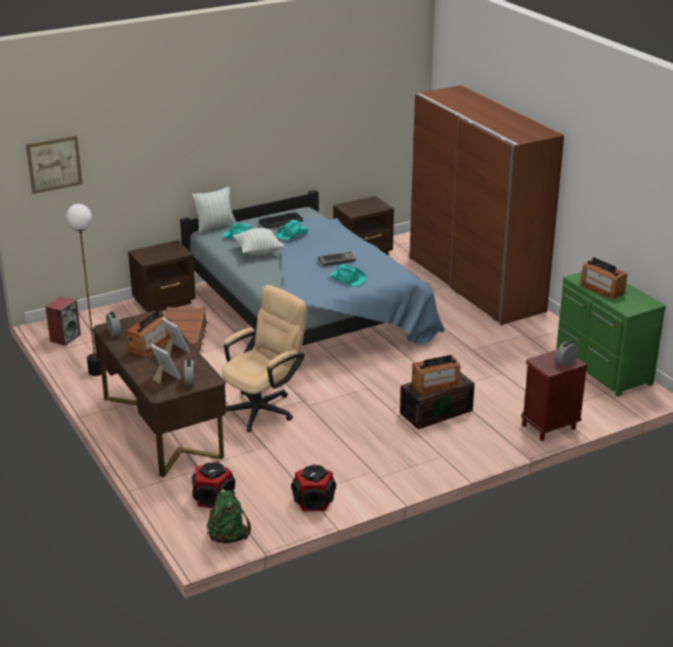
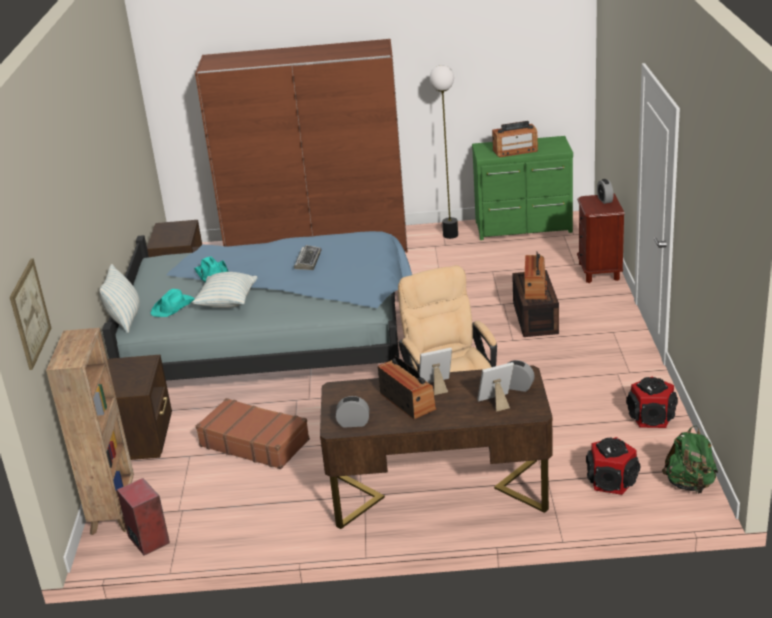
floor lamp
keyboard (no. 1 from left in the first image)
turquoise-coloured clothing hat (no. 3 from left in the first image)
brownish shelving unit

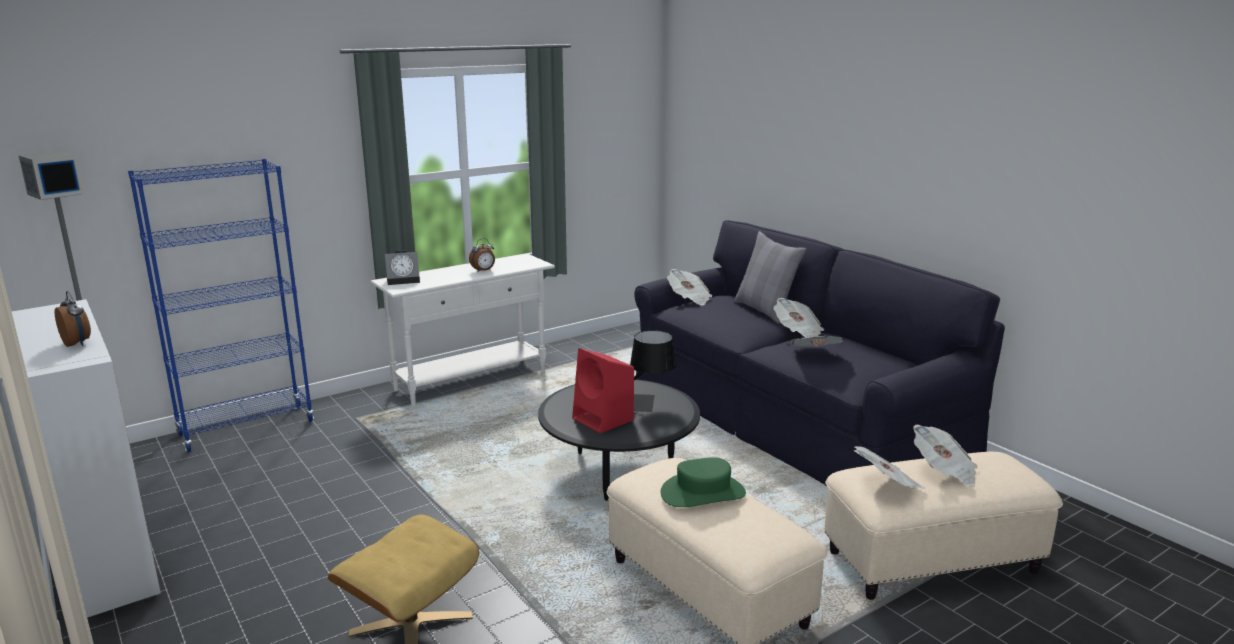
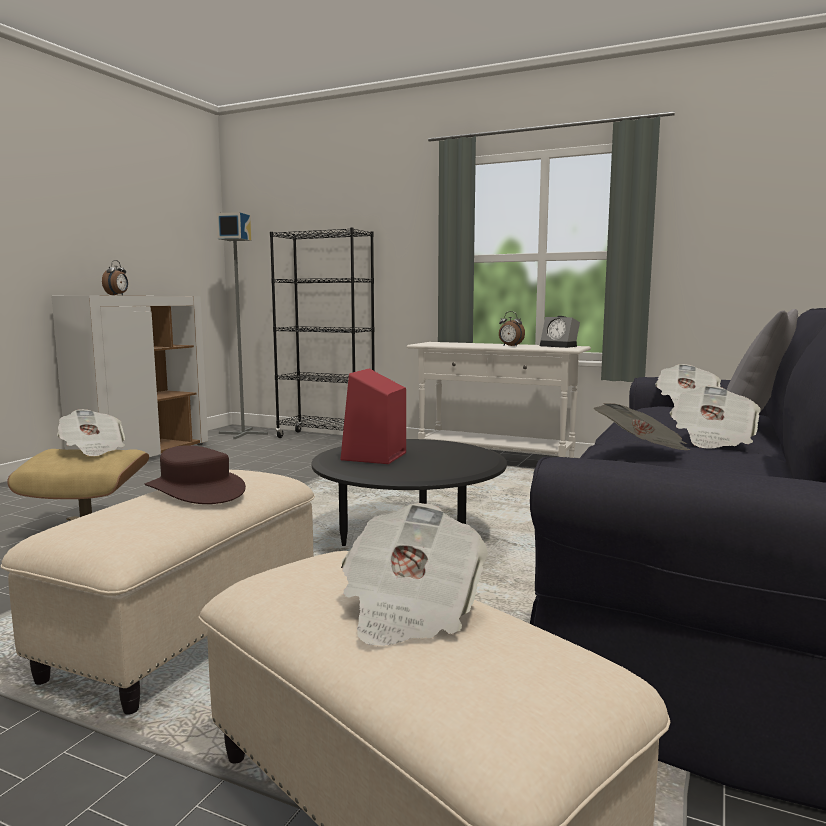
blackish shelving unit
bedside clock (no. 3 from left)
blackish lamp for a table
brownish clothing hat
newspaper (no. 1 from left)

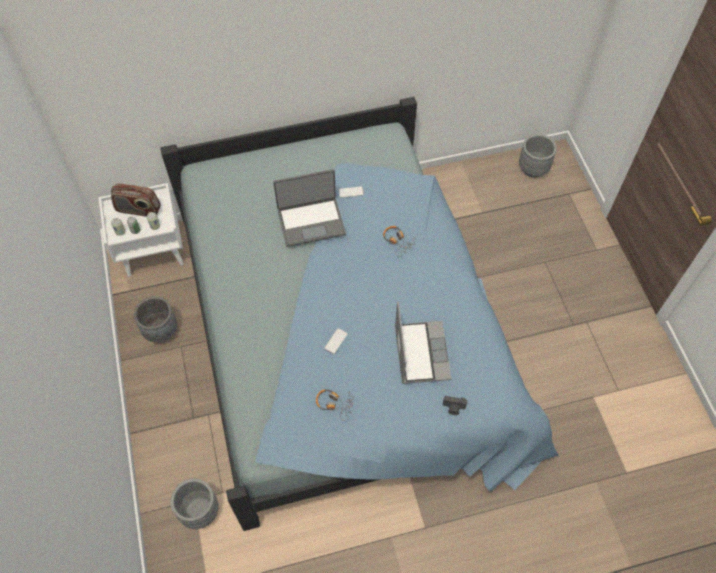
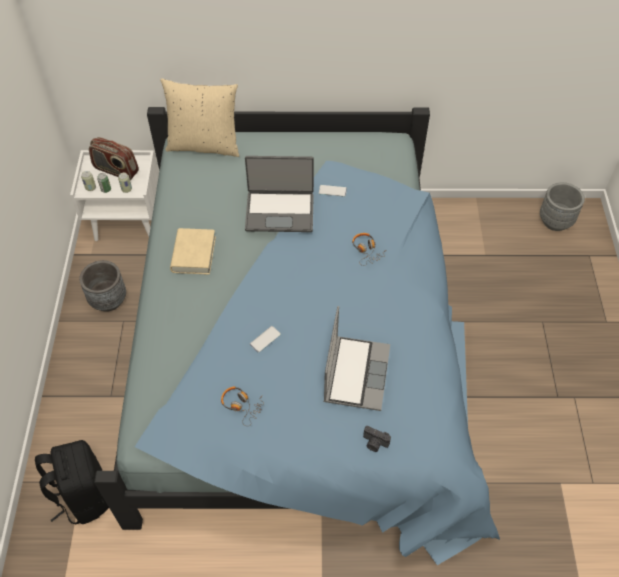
blackish rucksack
beige throw pillow
beige volume

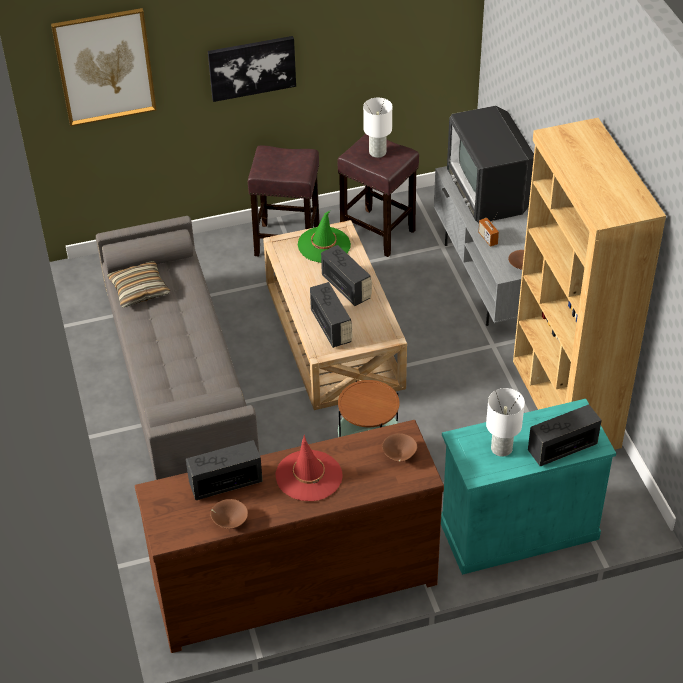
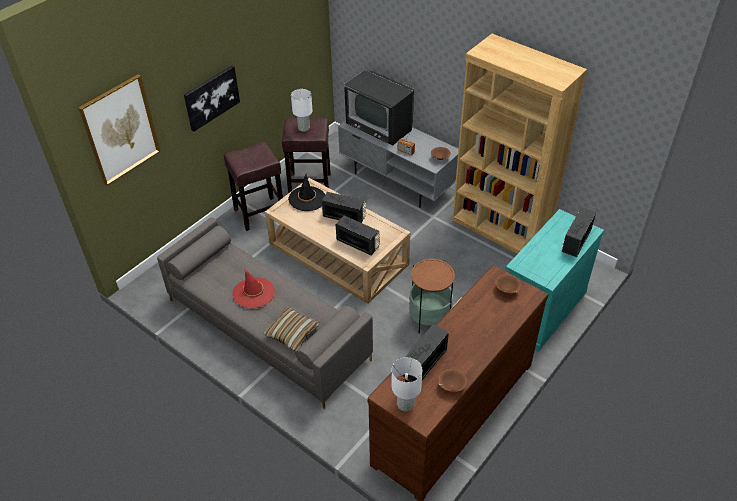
throw pillow
reddish clothing hat
blackish clothing hat
whitish lamp for a table (no. 2 from left)

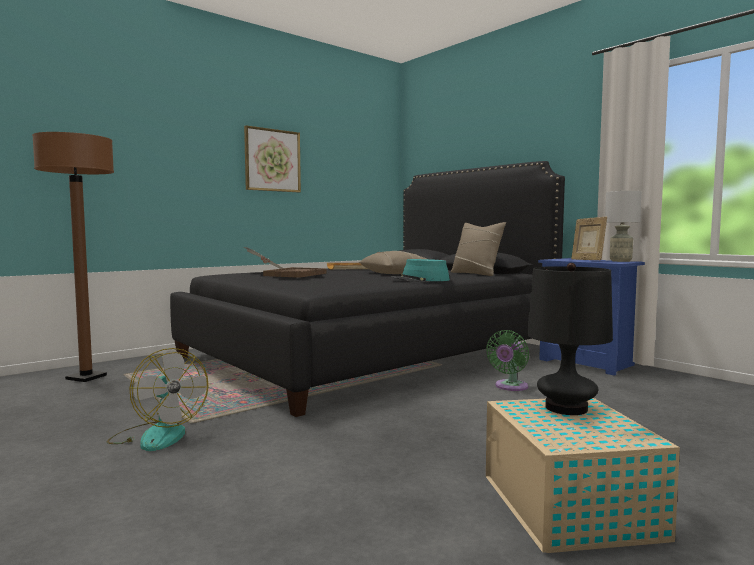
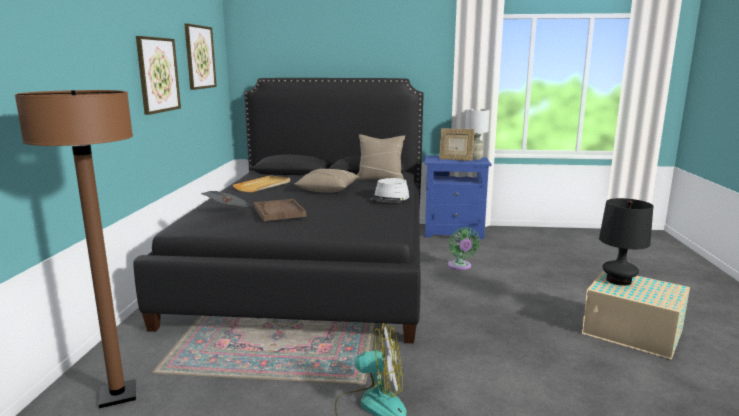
grey clothing hat
wall picture (no. 2 from left)

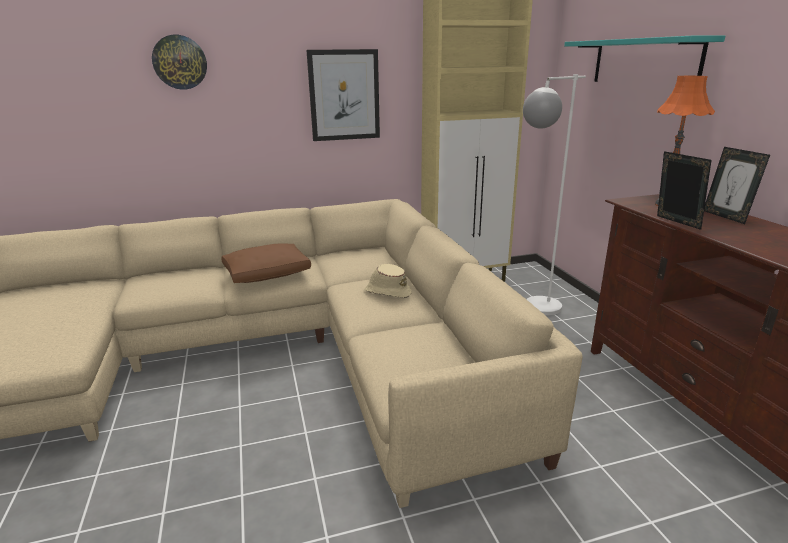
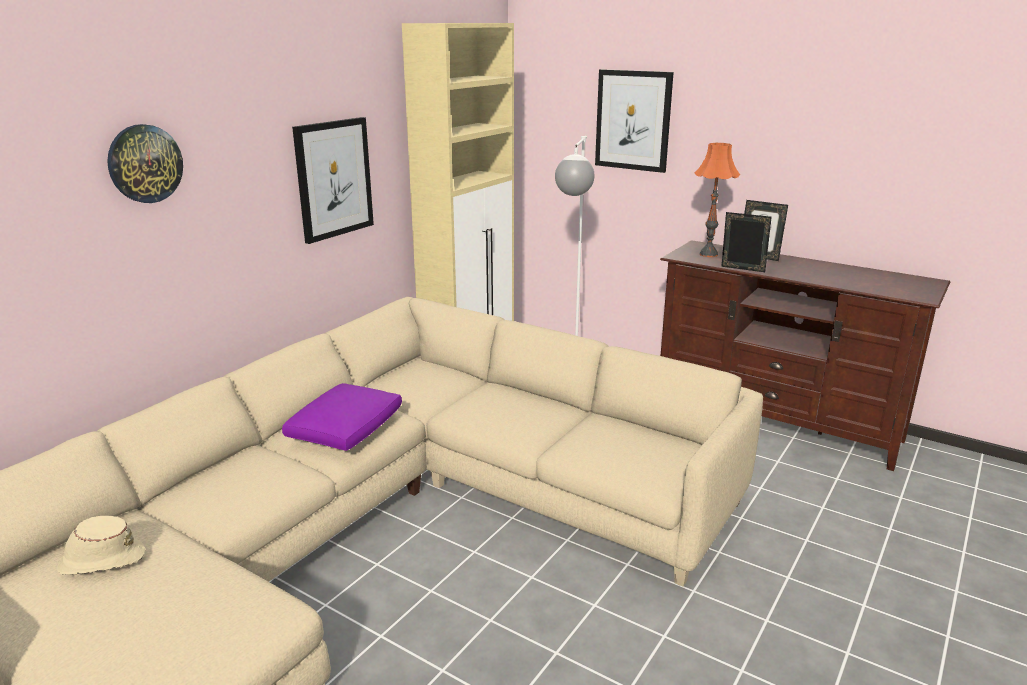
purple-coloured throw pillow
beige clothing hat
wall picture (no. 2 from left)

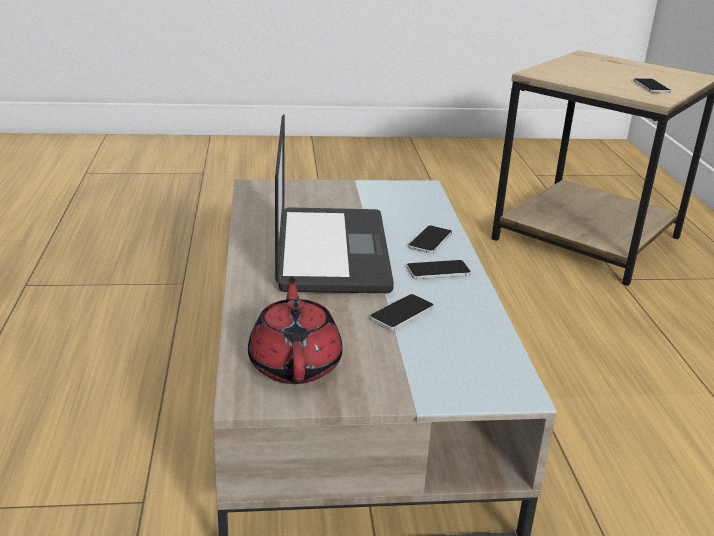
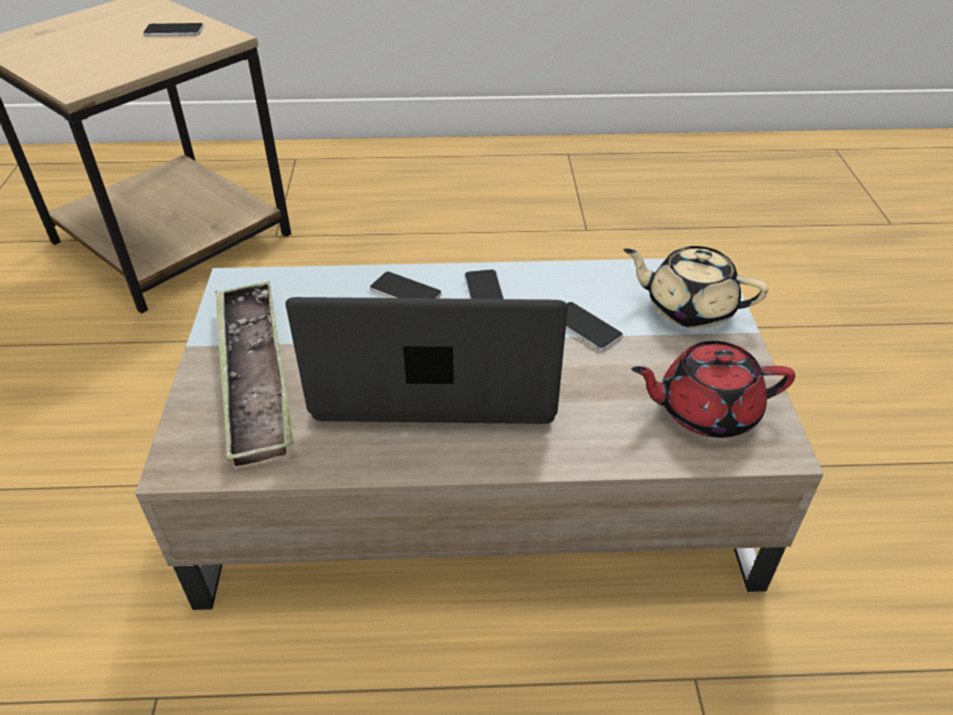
serving tray
beige pot for tea

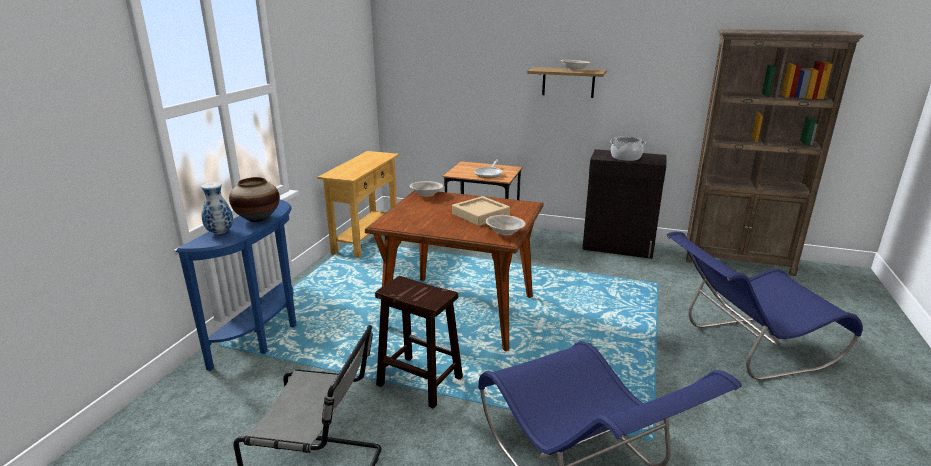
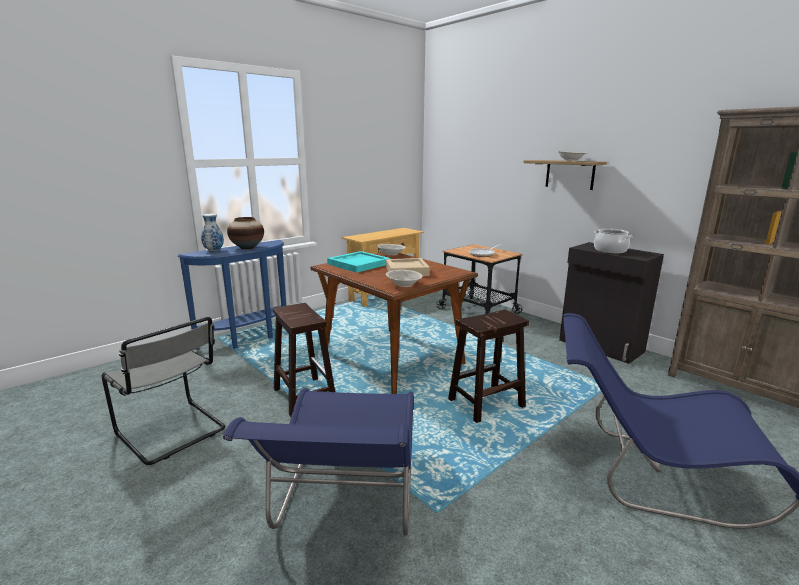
turquoise-coloured serving tray
brownish sitting stool (no. 2 from left)

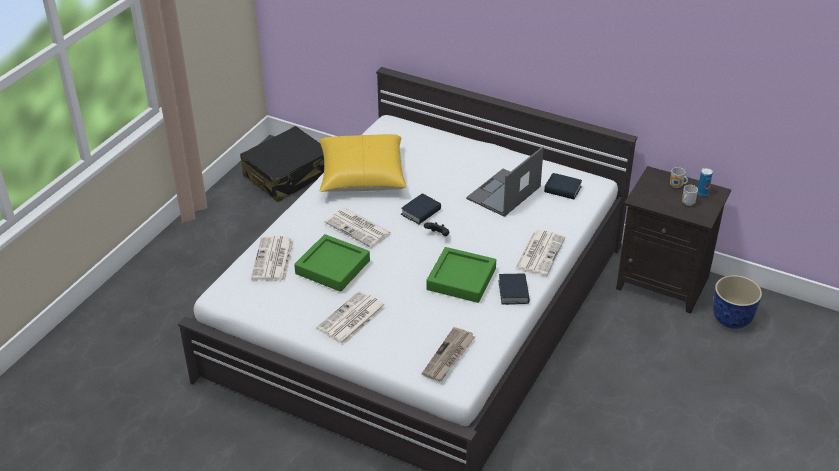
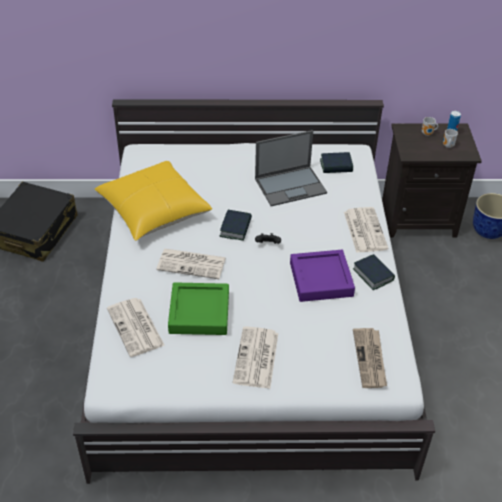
purple-coloured serving tray
portable computer

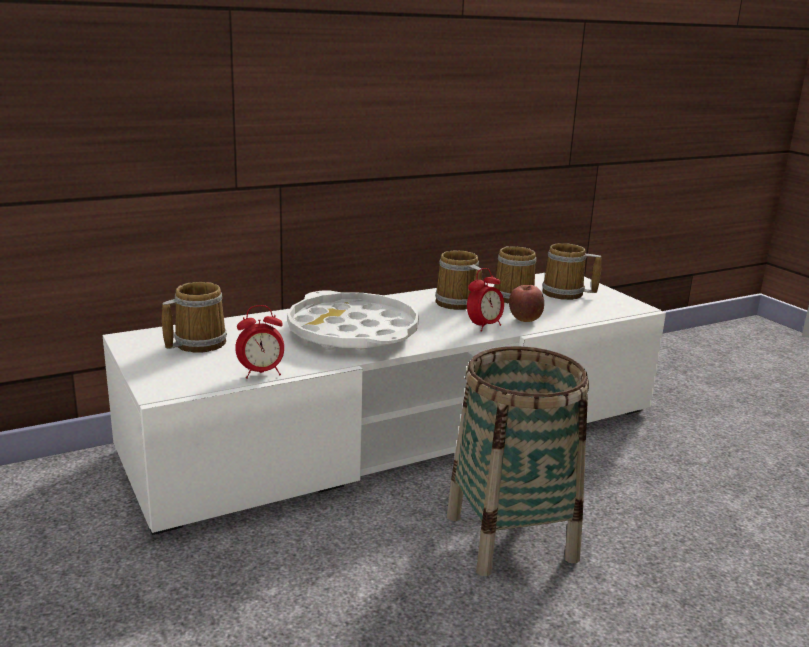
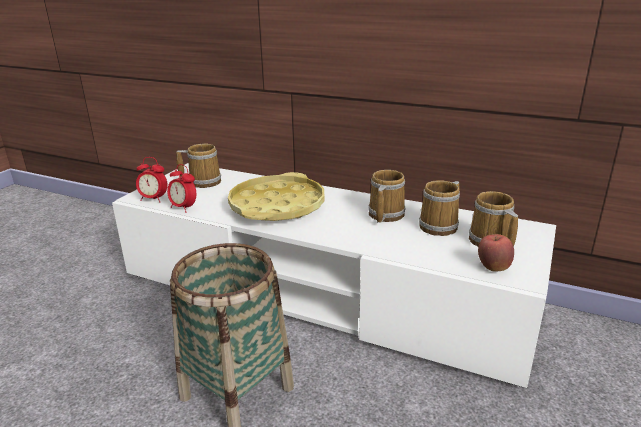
yellowish serving tray
bedside clock (no. 1 from left)
apple fruit

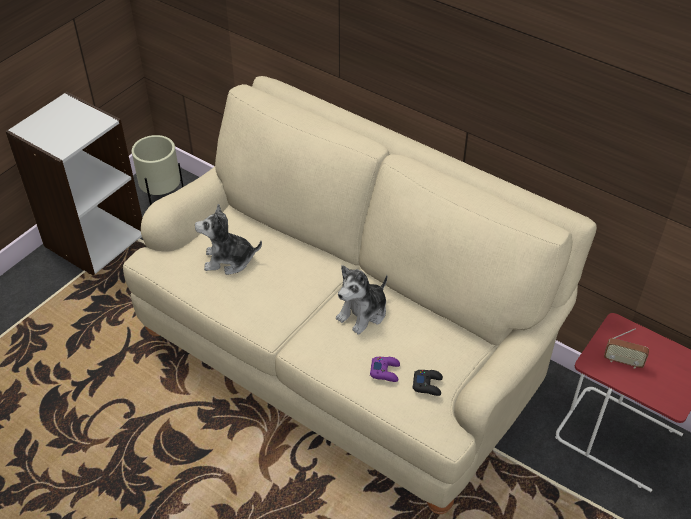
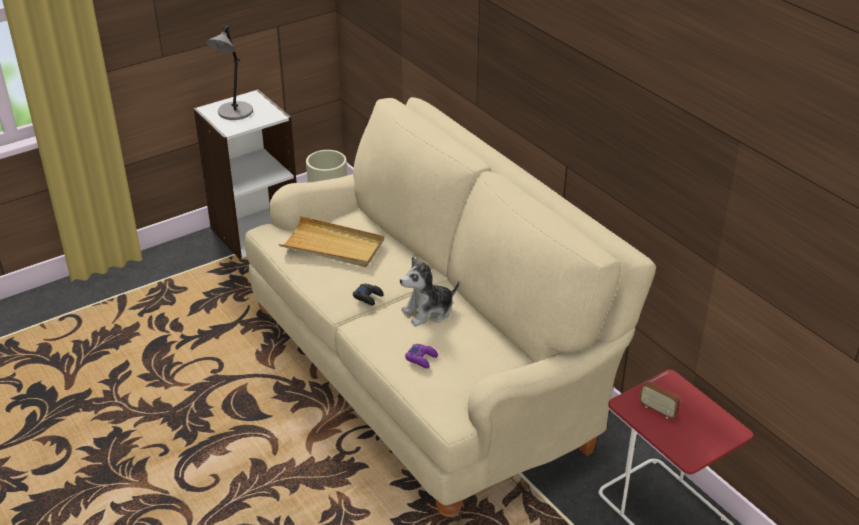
beige serving tray
blackish gamepad
grey lamp for a table

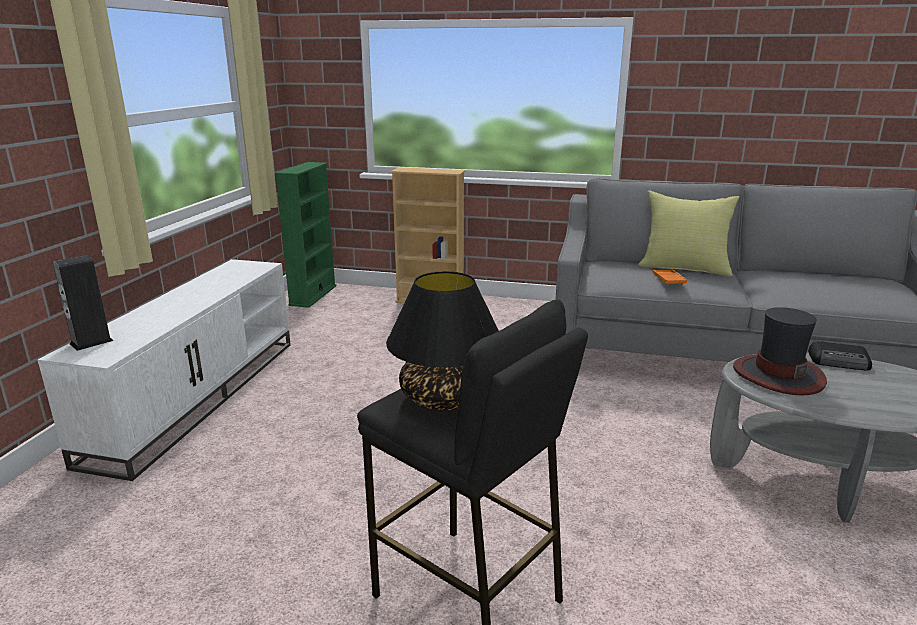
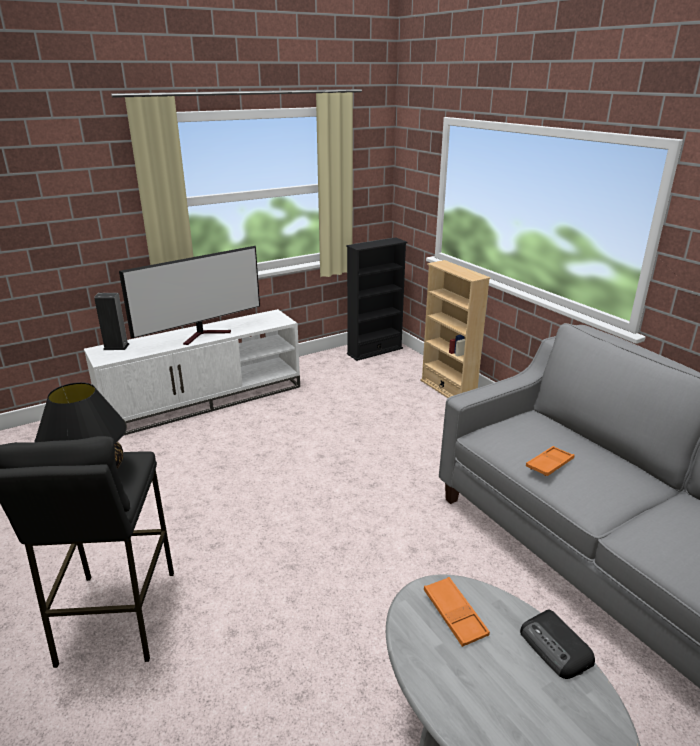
blackish shelving unit
yellowish throw pillow
orangey serving tray (no. 1 from left)
TV

